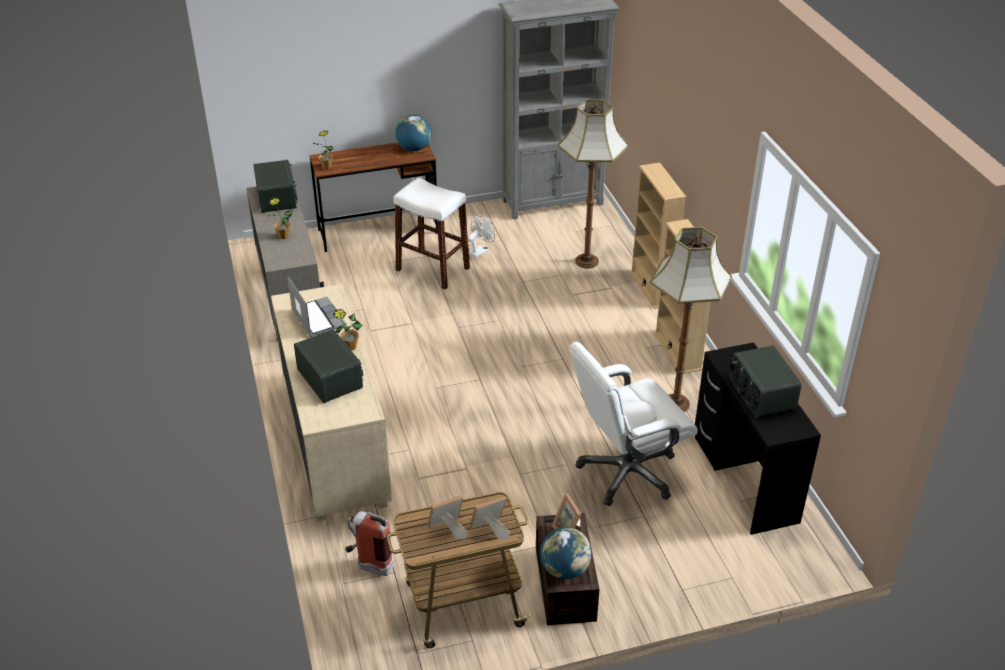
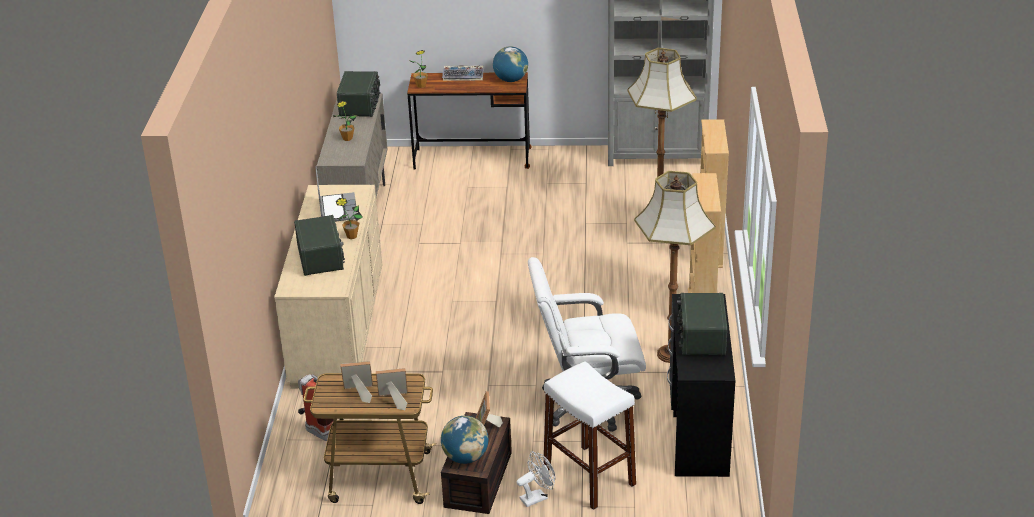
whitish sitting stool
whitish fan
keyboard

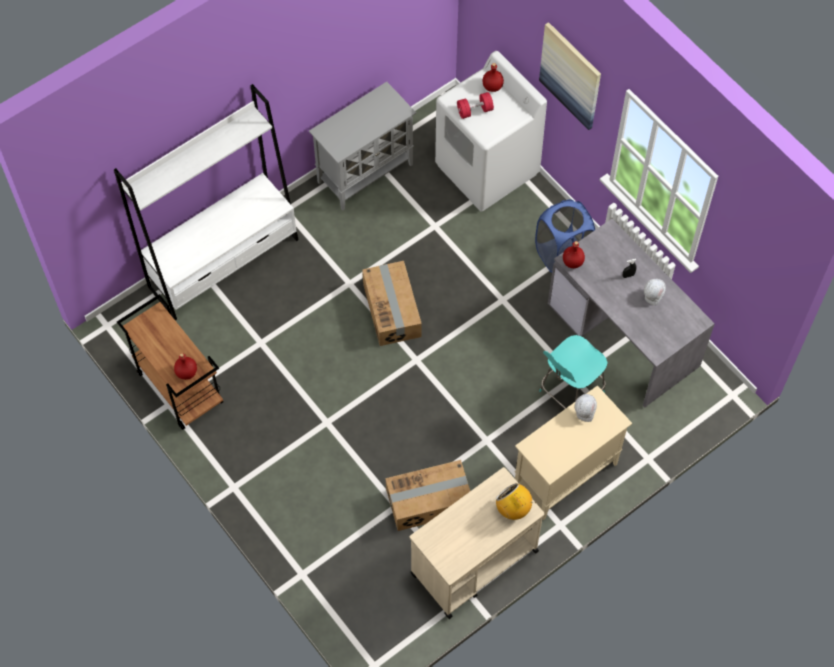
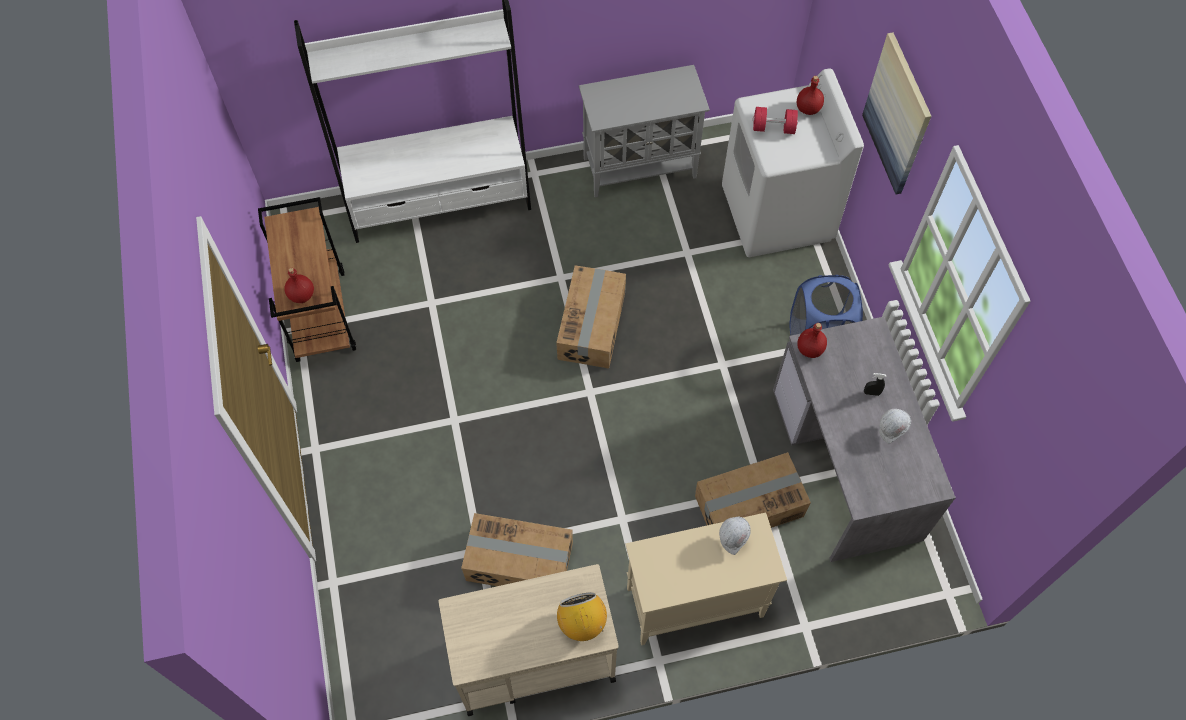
packing box (no. 3 from left)

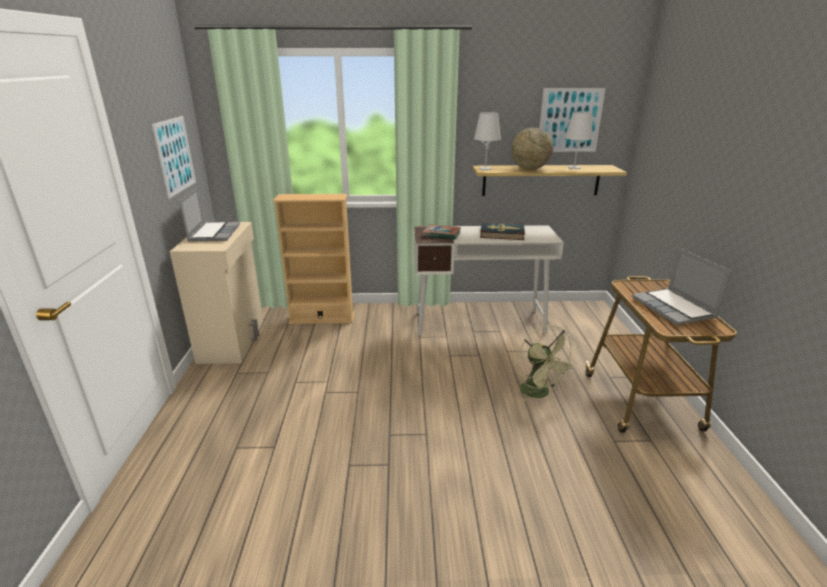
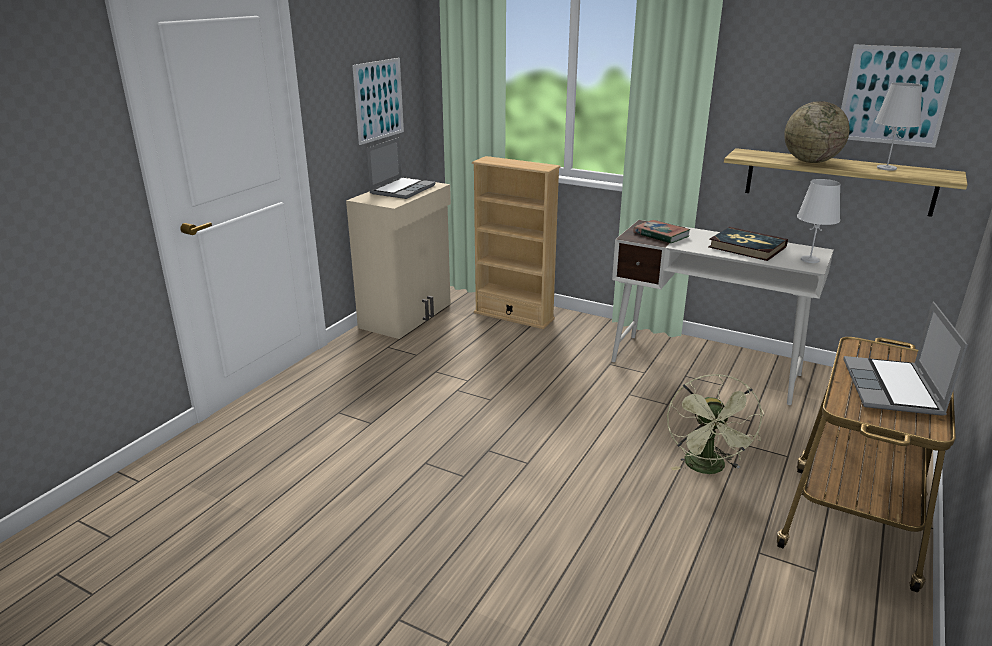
whitish lamp for a table (no. 1 from left)

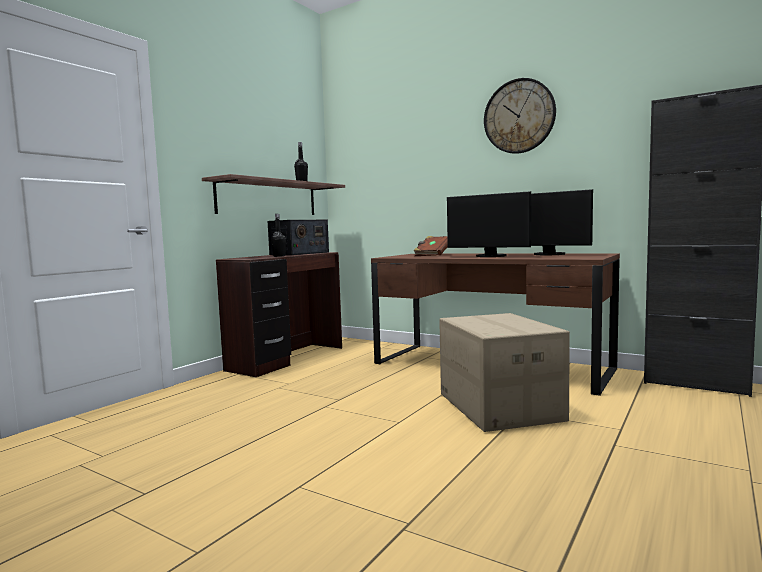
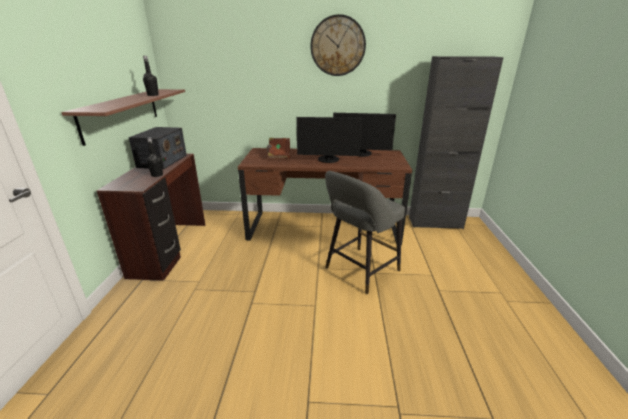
grey sitting stool

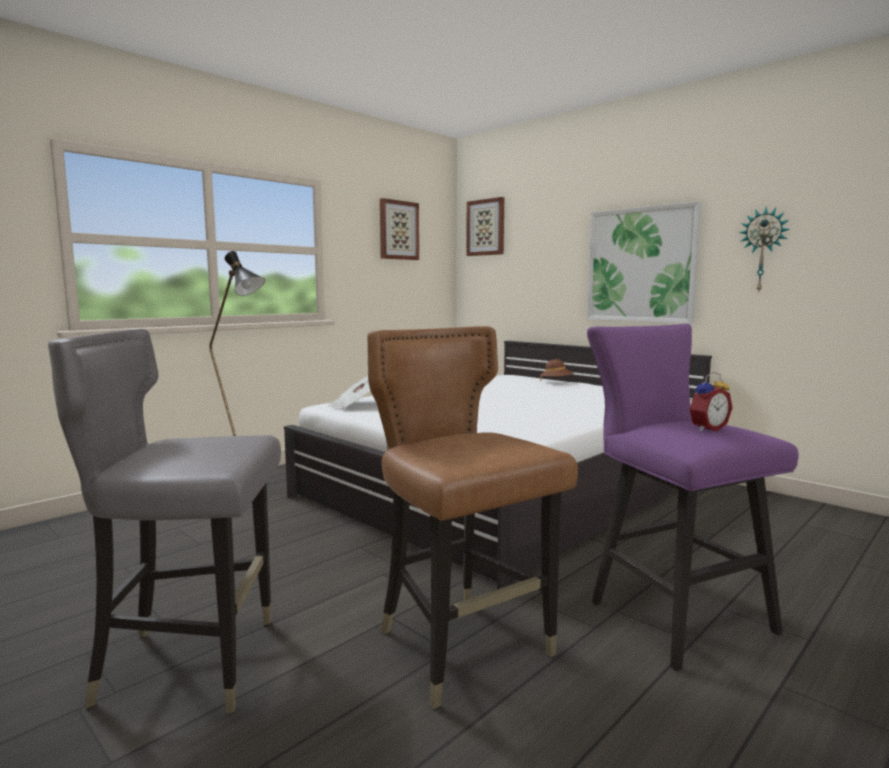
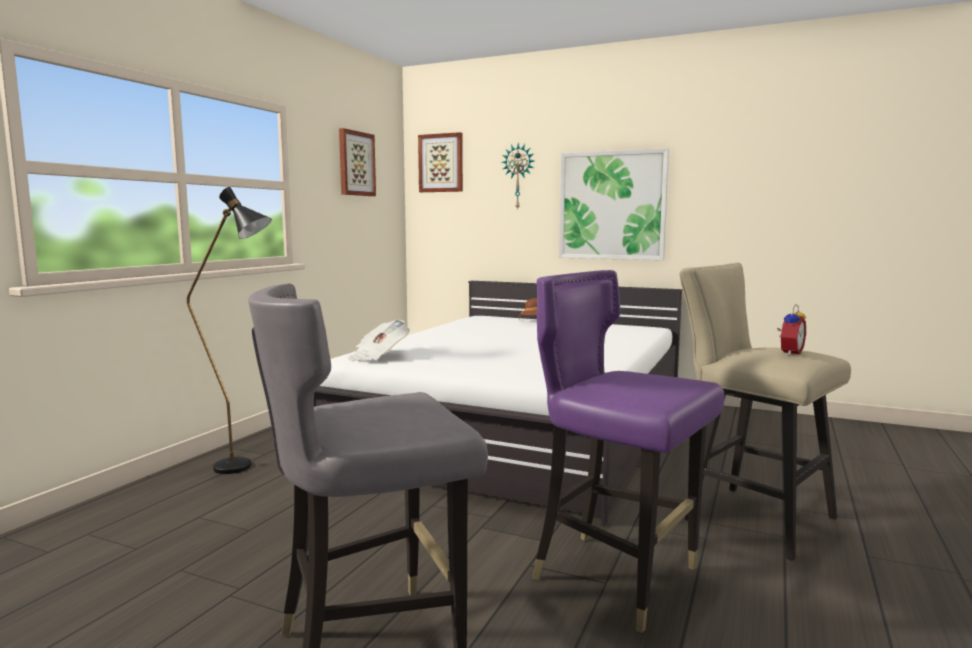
purple-coloured upright chair
beige sitting stool
hanging clock

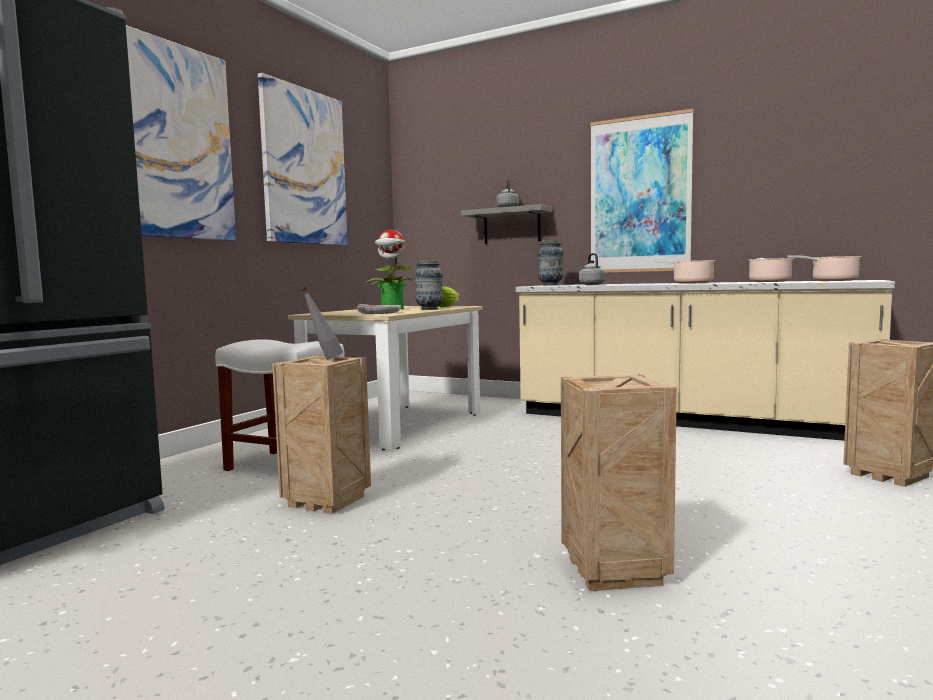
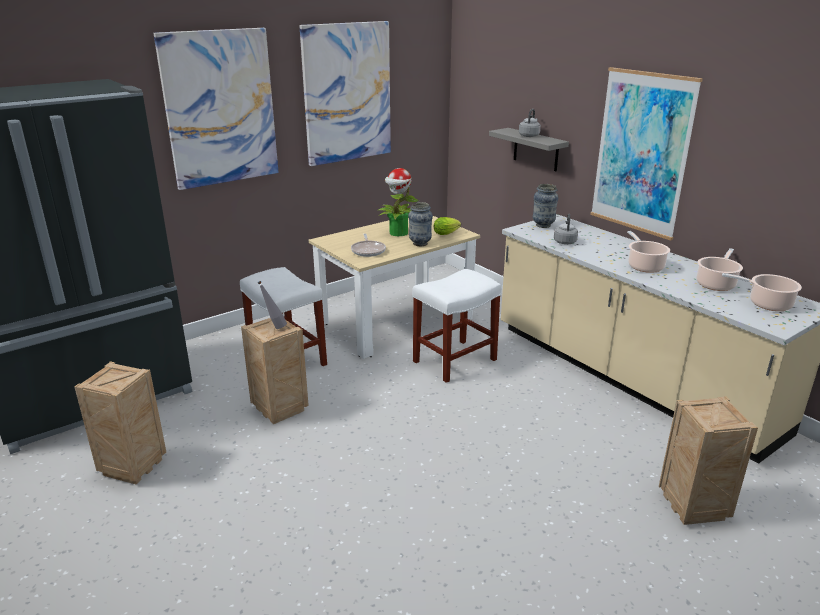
shipping crate (no. 1 from left)
whitish sitting stool (no. 2 from left)

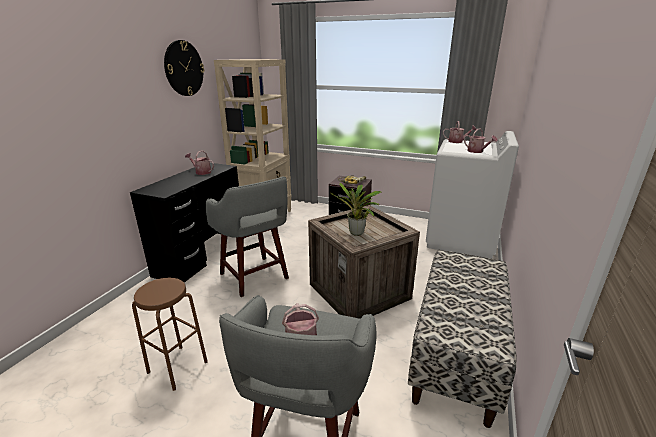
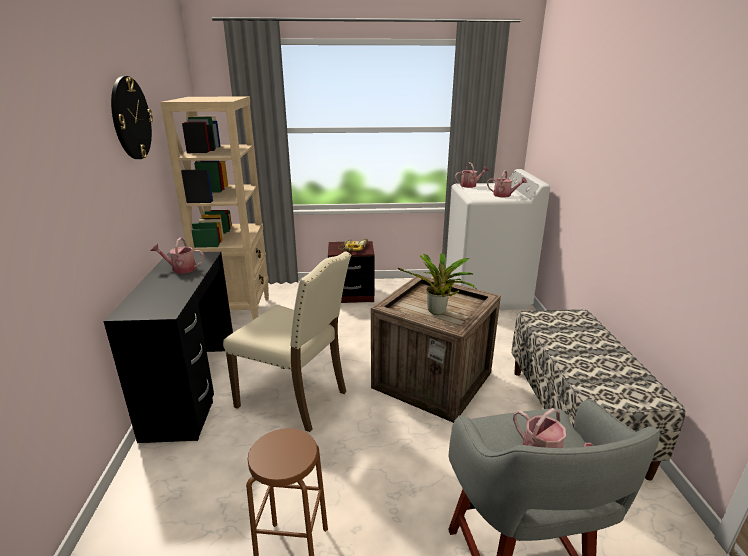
beige upright chair

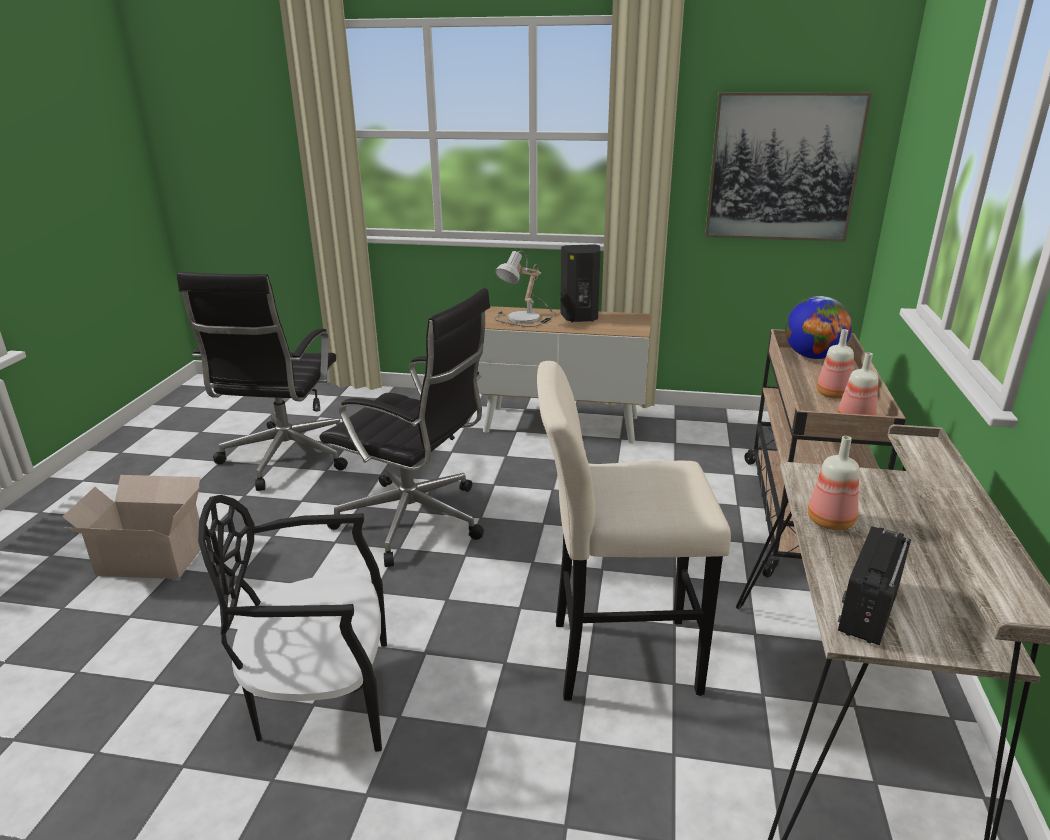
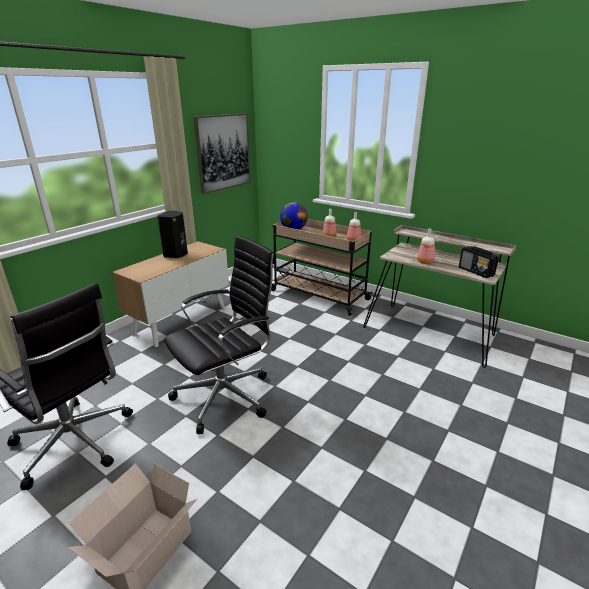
blackish upright chair
lamp for a table
beige sitting stool

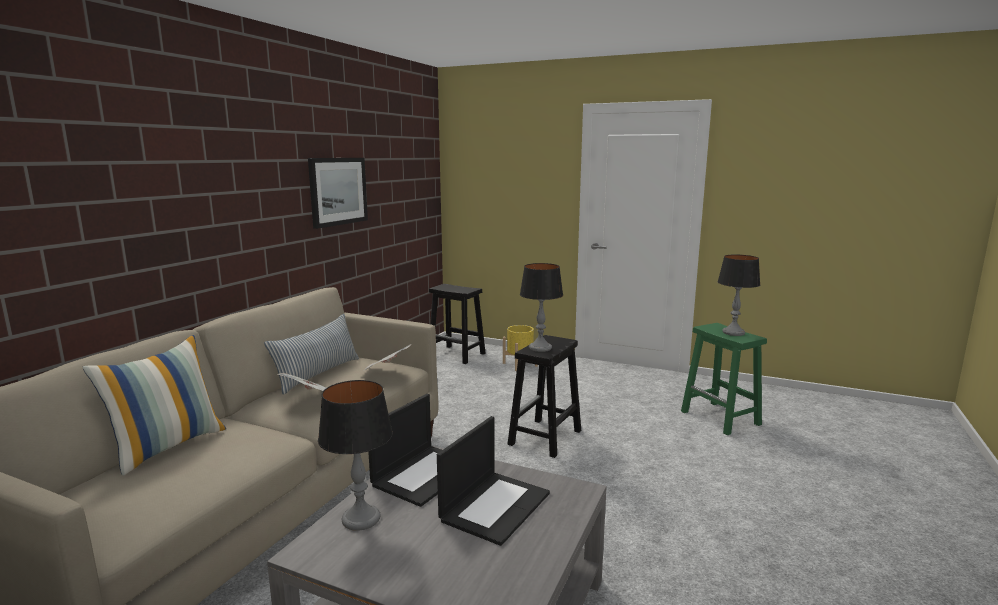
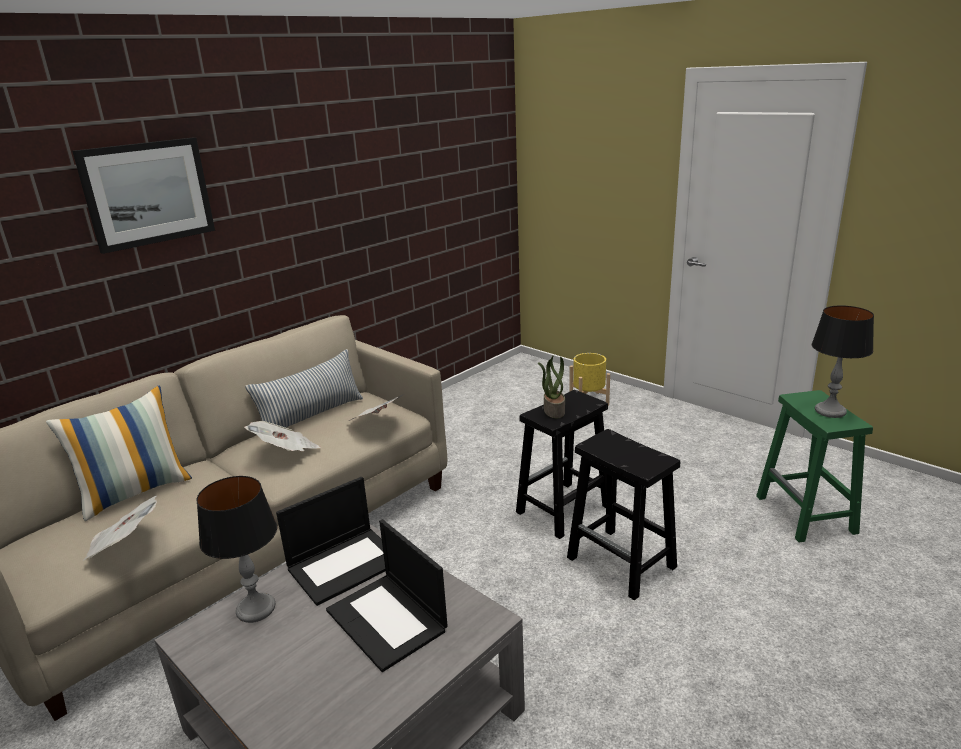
wall picture
blackish sitting stool (no. 2 from left)
portable computer (no. 2 from left)
potted plant
newspaper (no. 1 from left)

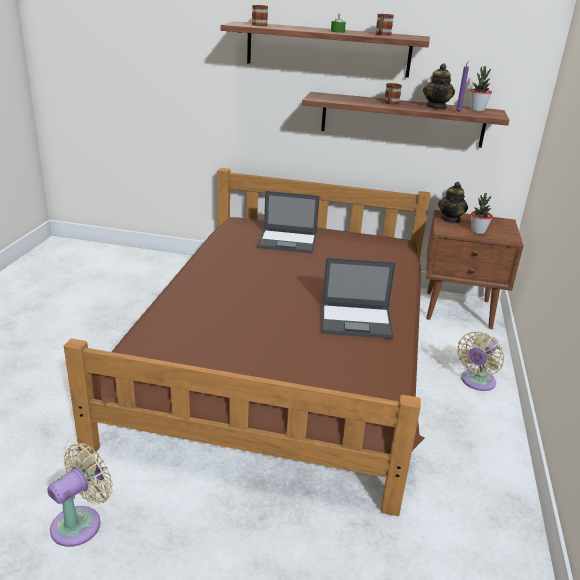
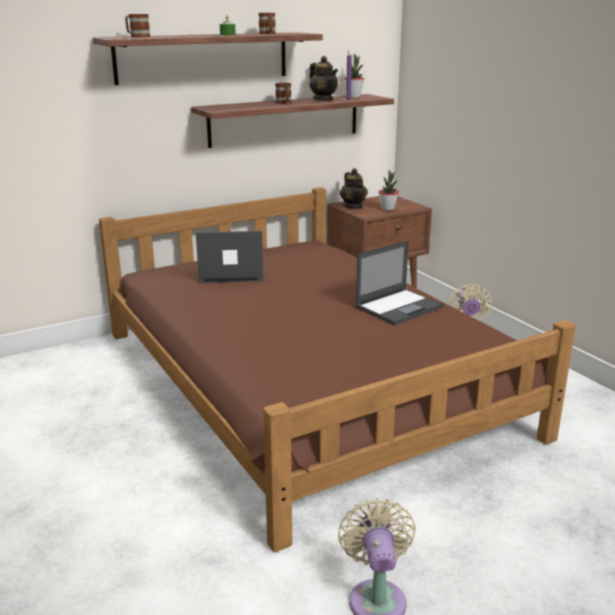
portable computer (no. 1 from left)

